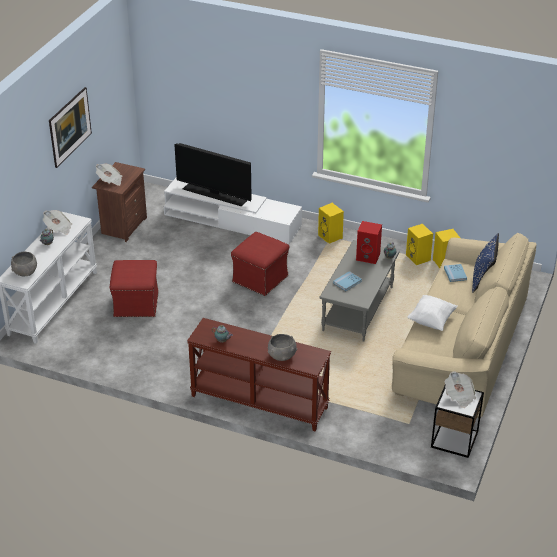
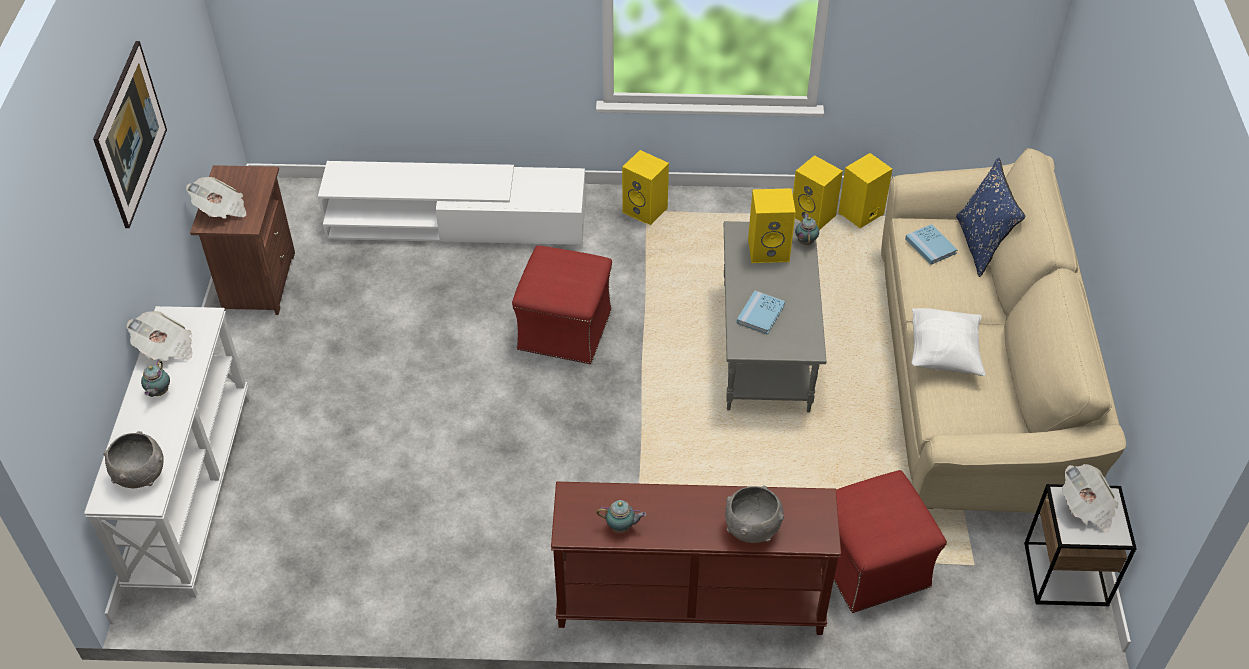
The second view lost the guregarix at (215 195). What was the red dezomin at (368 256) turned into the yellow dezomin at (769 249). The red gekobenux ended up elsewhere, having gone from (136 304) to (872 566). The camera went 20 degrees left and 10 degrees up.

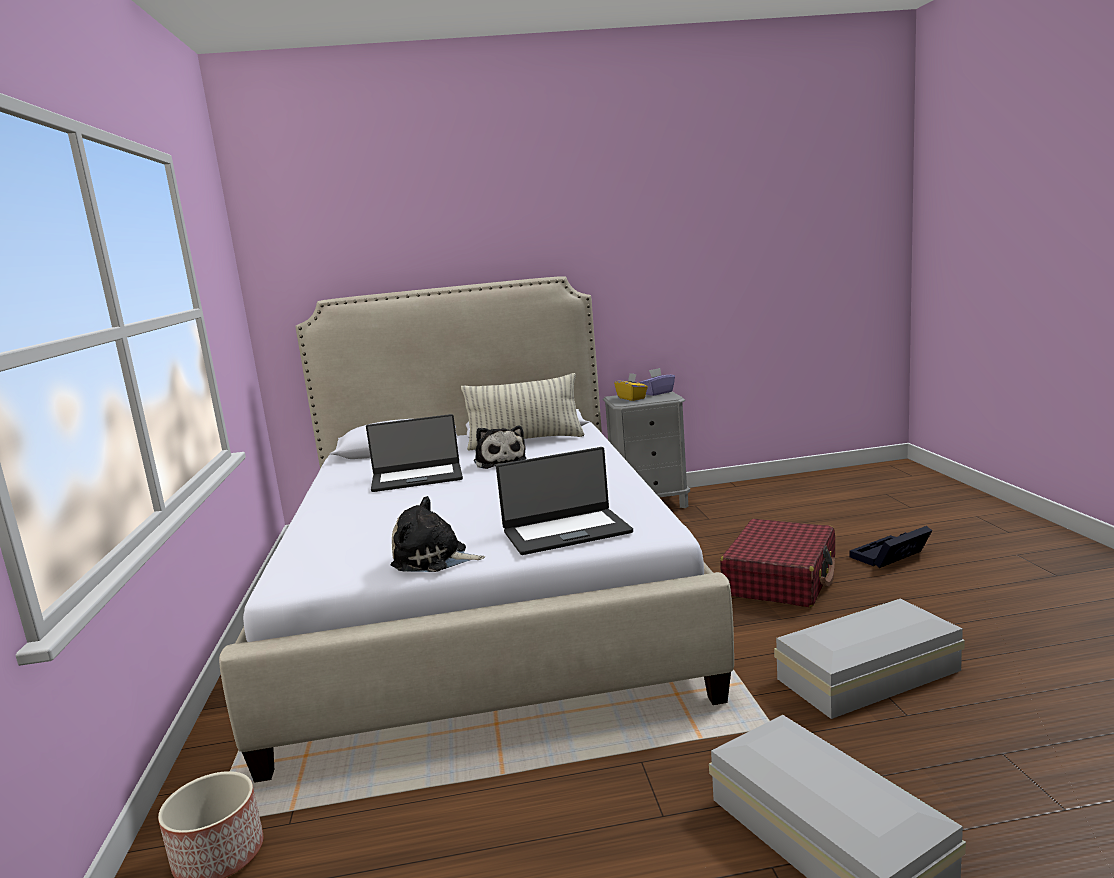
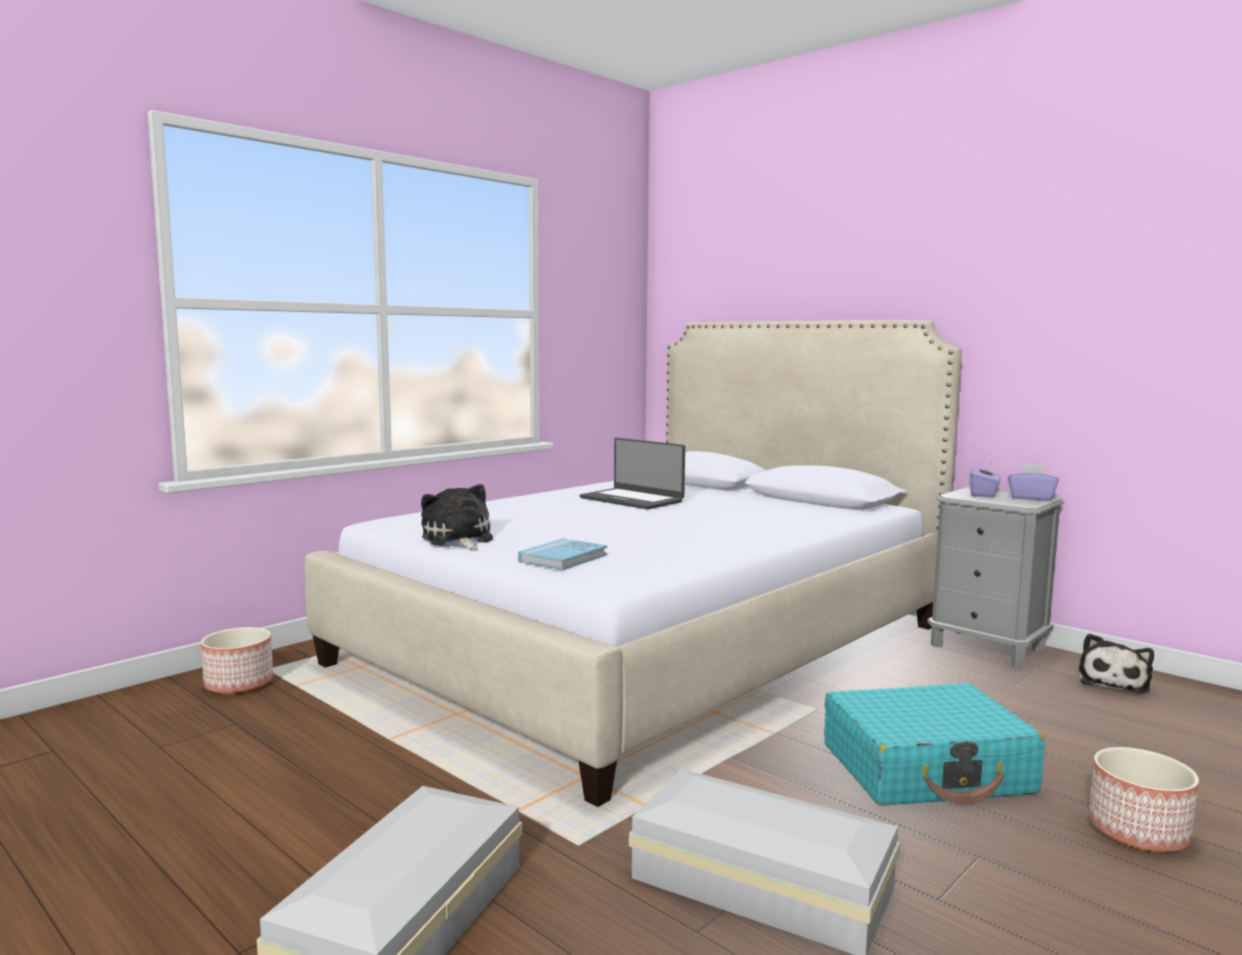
The second view lost the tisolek at (525 441). What was the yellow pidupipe at (632 398) turned into the purple pidupipe at (983 494). The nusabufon ended up elsewhere, having gone from (499 461) to (1113 682). Where the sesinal stood at (566 532), the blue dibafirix came to stand at (563 558). What was the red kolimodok at (780 579) turned into the turquoise kolimodok at (927 769). Where the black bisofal stood at (889 557), the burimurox came to stand at (1137 832). The camera went 50 degrees right and 5 degrees down.

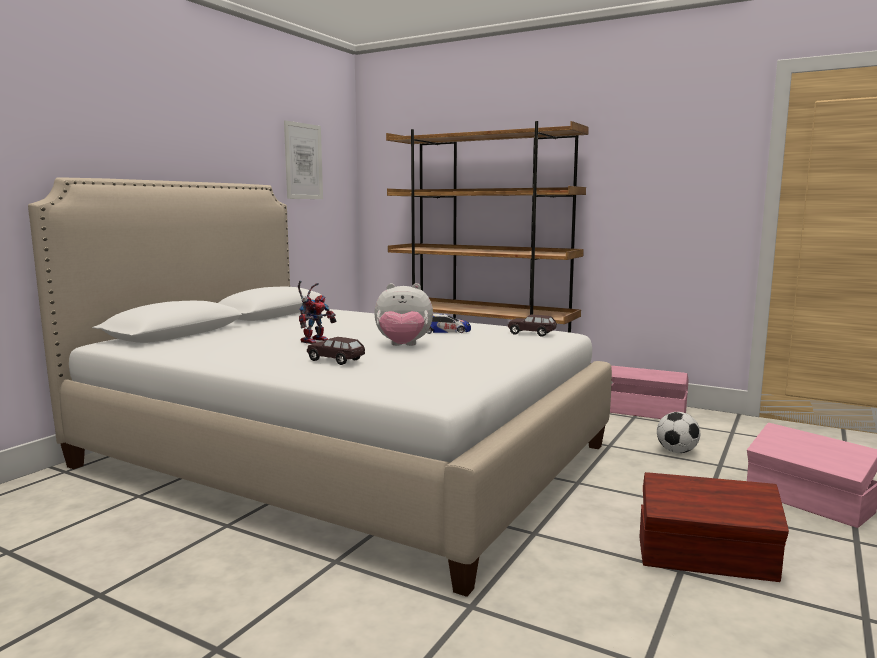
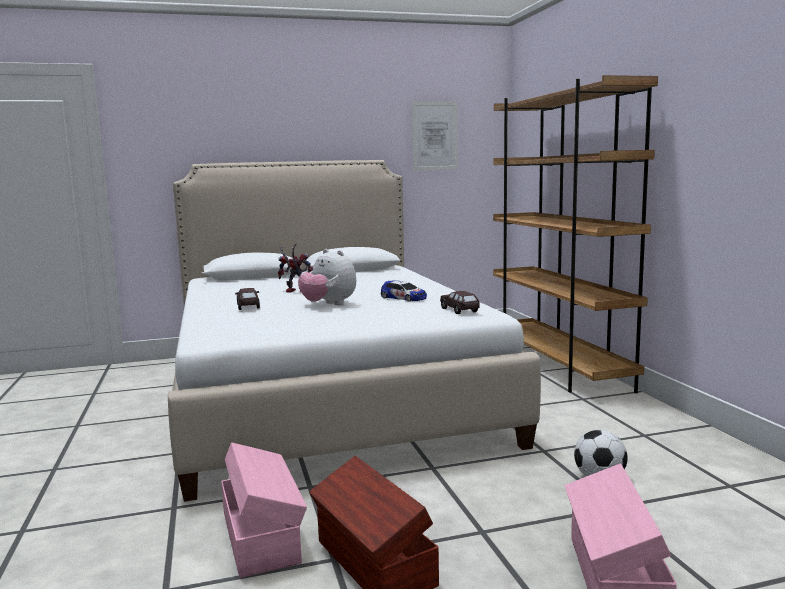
The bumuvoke at (314 340) ended up facing another way, 150 degrees counterclockwise from before. The pink bisofal ended up elsewhere, having gone from (645 411) to (262 535). The camera went 45 degrees right and 0 degrees up.

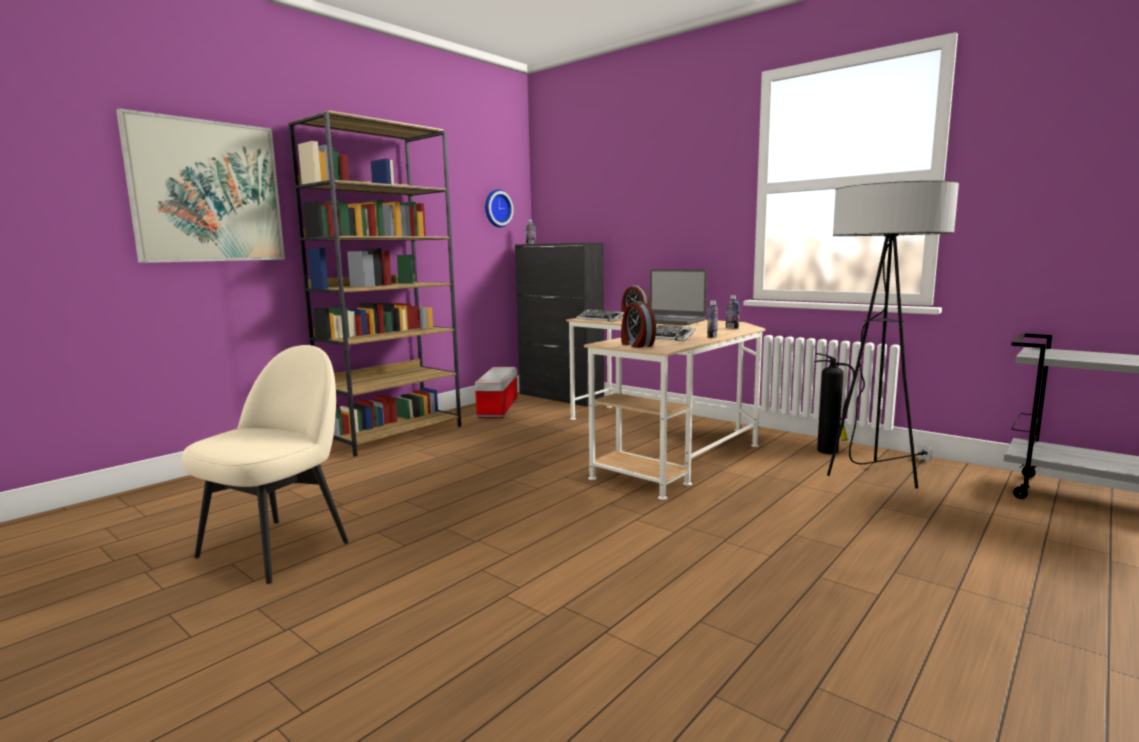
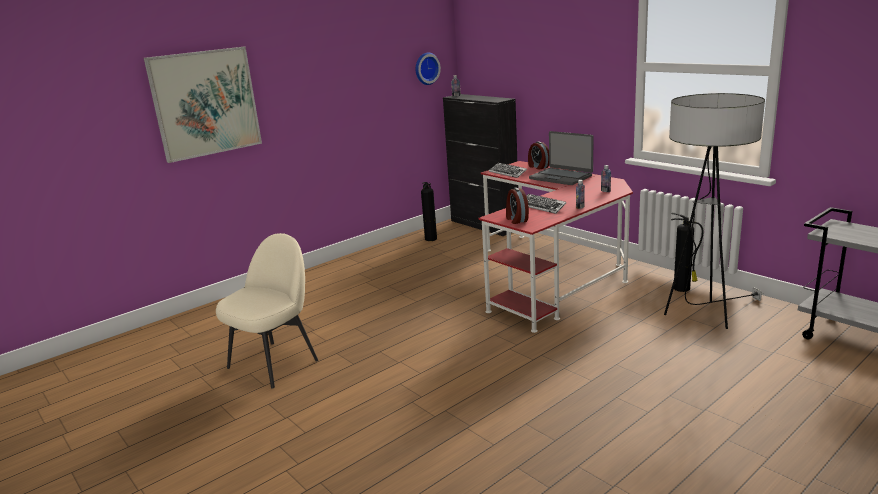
The second view lost the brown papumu at (393 434). What was the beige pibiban at (663 441) turned into the red pibiban at (553 275). Where the bisofal stood at (498 409), the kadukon came to stand at (431 239). The camera went 10 degrees right and 10 degrees up.

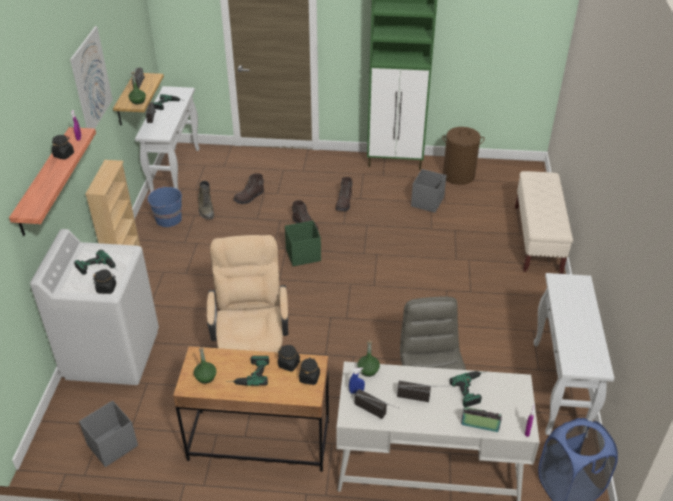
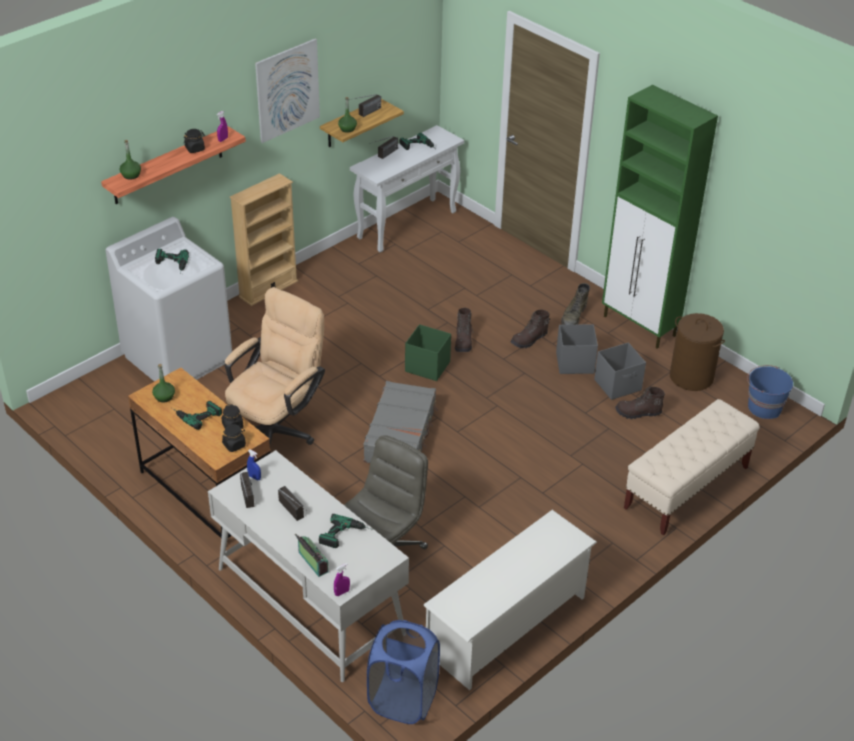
The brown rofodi ended up elsewhere, having gone from (249 197) to (638 413). The green rofodi ended up elsewhere, having gone from (206 209) to (573 316). The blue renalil ended up elsewhere, having gone from (168 219) to (763 407). The second view lost the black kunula at (106 288). Where the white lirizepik stood at (559 389), the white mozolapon came to stand at (507 626). The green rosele ended up elsewhere, having gone from (368 370) to (131 175). The grey bisofal ended up elsewhere, having gone from (112 445) to (574 363). The second view gained the grey kolimodok at (401 434). The camera went 40 degrees right and 0 degrees up.

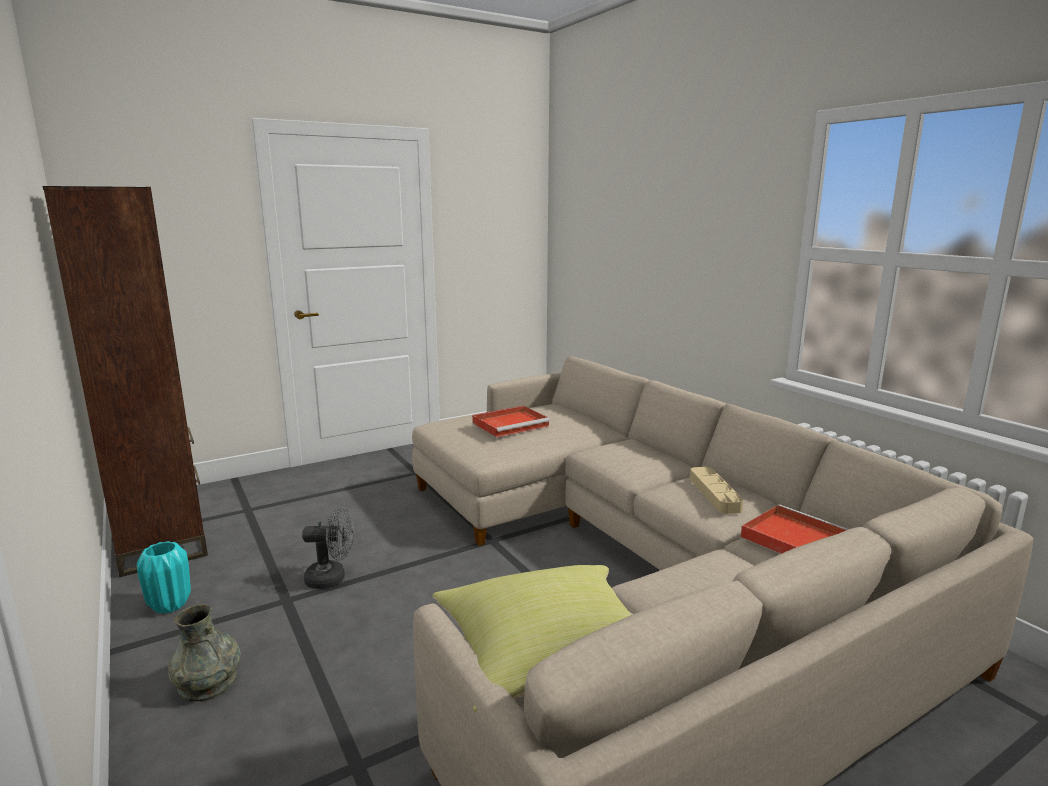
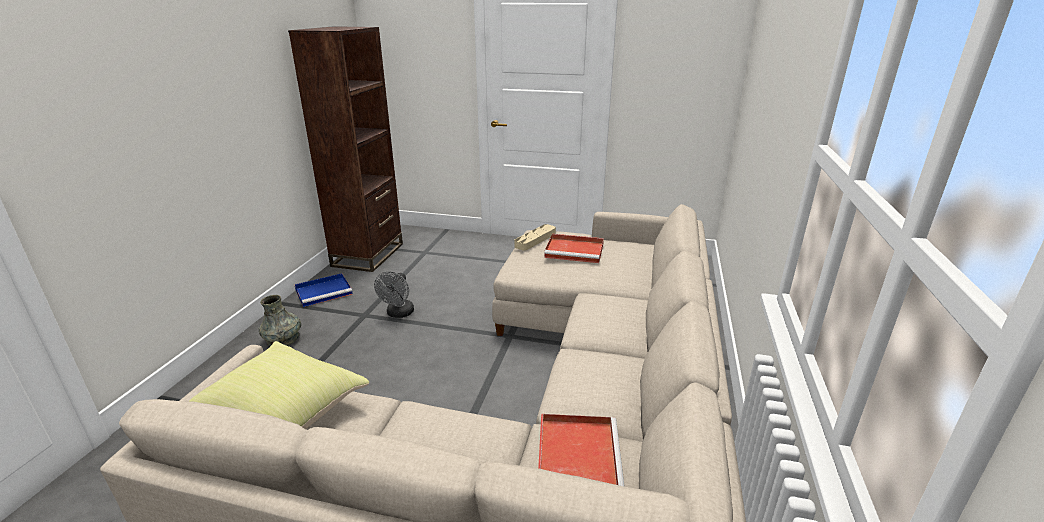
The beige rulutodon ended up elsewhere, having gone from (714 494) to (535 240). The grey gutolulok at (332 578) ended up facing another way, 60 degrees clockwise from before. Where the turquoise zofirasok stood at (170 605), the blue rulutodon came to stand at (325 291). The camera went 45 degrees right and 10 degrees up.

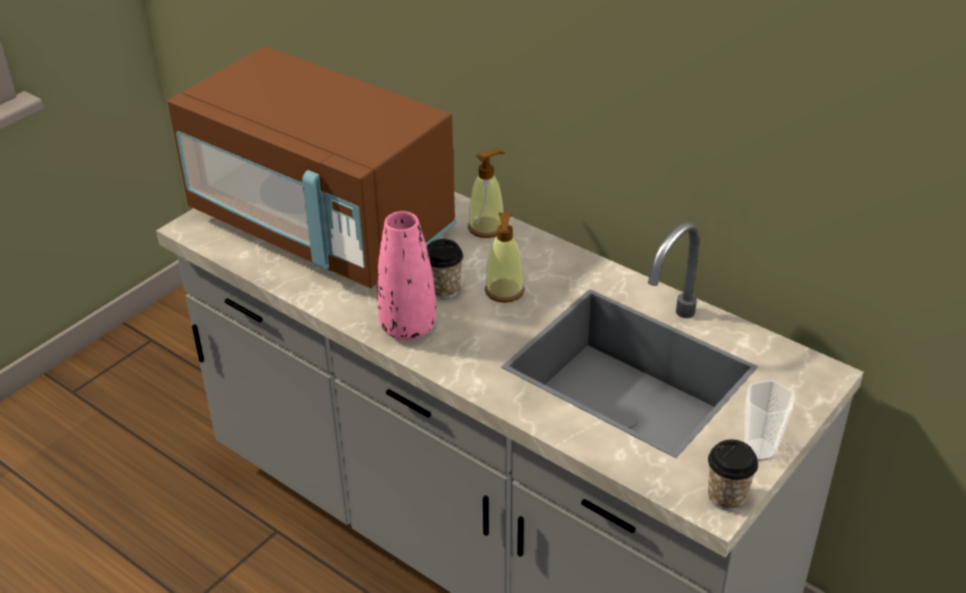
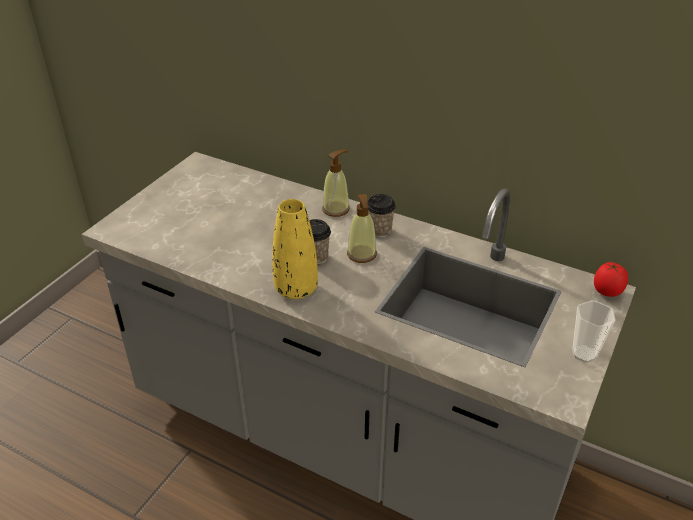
The second view lost the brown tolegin at (322 226). What was the pink zofirasok at (408 328) turned into the yellow zofirasok at (296 289). The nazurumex ended up elsewhere, having gone from (726 496) to (380 231). The second view gained the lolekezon at (607 292). The camera went 10 degrees left and 0 degrees up.

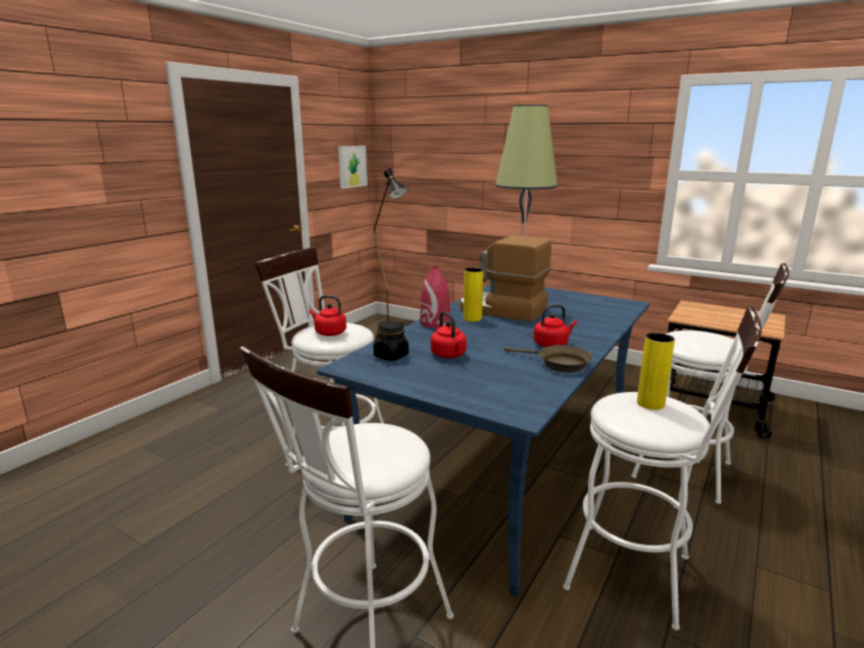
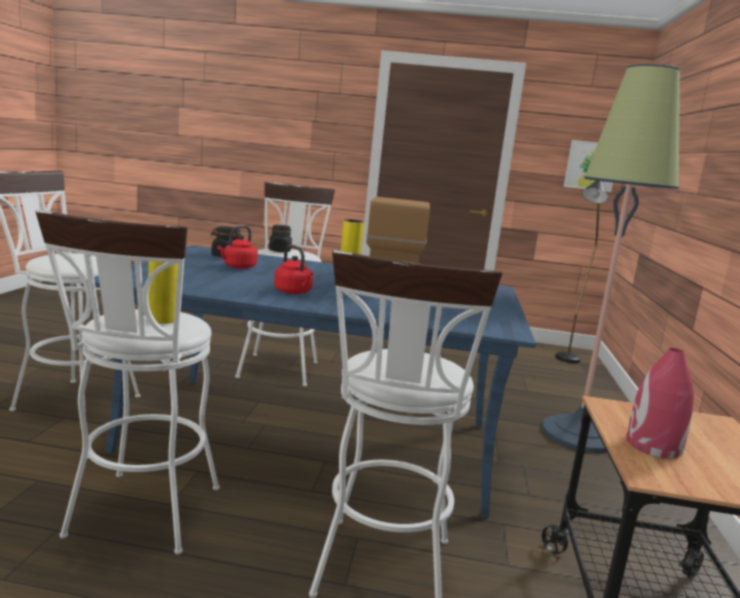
The red zofirasok ended up elsewhere, having gone from (435 323) to (653 446). Where the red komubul stood at (329 333), the black kunula came to stand at (280 251). The second view lost the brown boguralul at (559 364). The camera went 65 degrees right and 5 degrees down.

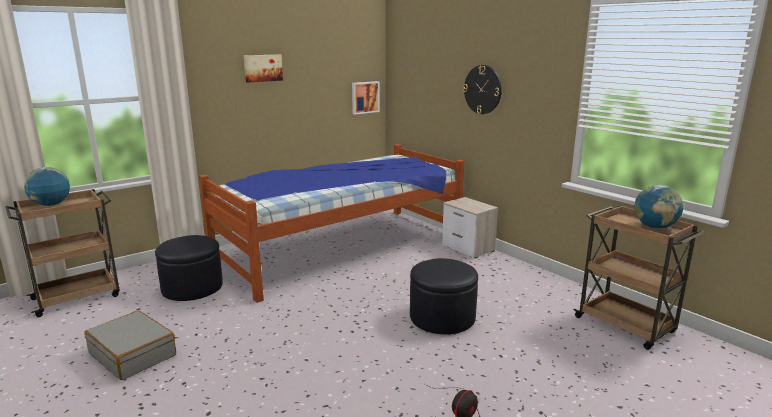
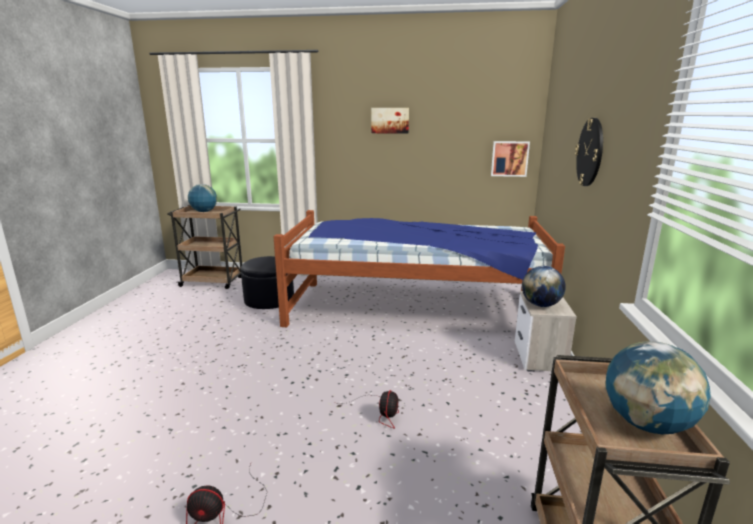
Where the black gekobenux stood at (442 317), the gutolulok came to stand at (380 412). The second view lost the grey kolimodok at (133 354). The second view gained the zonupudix at (540 305). The camera went 45 degrees right and 0 degrees up.

